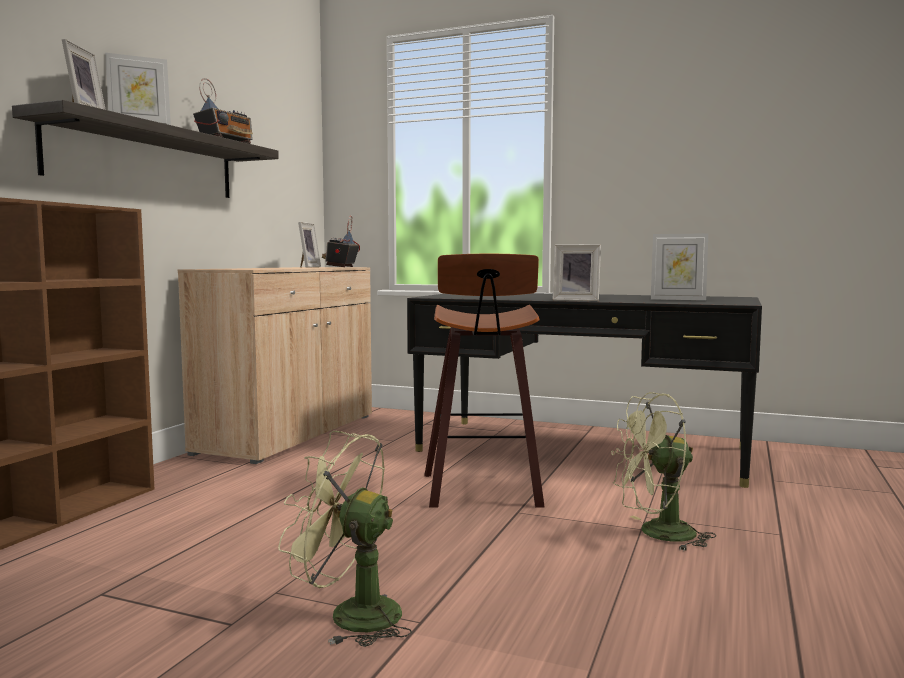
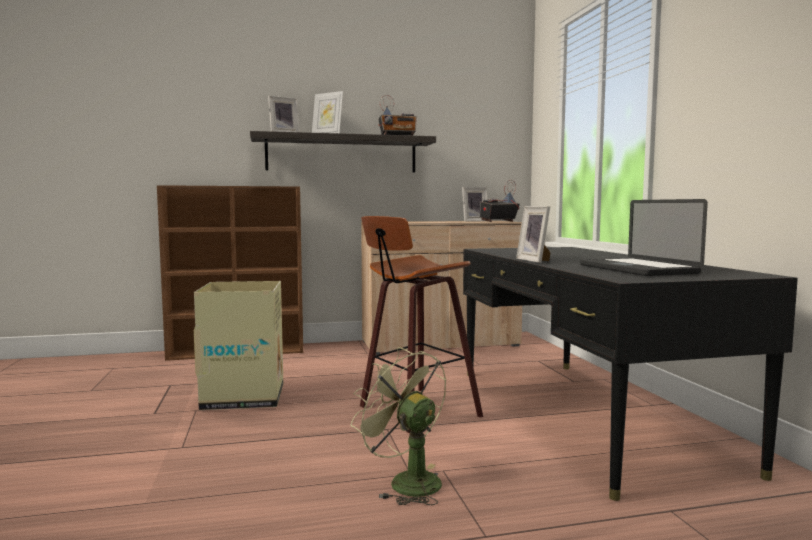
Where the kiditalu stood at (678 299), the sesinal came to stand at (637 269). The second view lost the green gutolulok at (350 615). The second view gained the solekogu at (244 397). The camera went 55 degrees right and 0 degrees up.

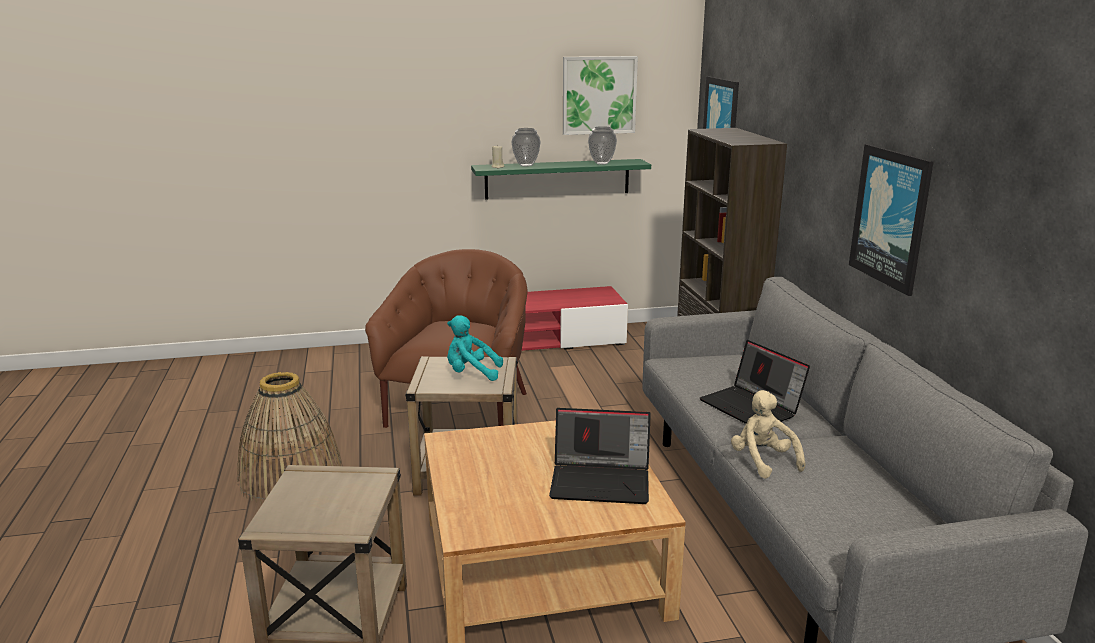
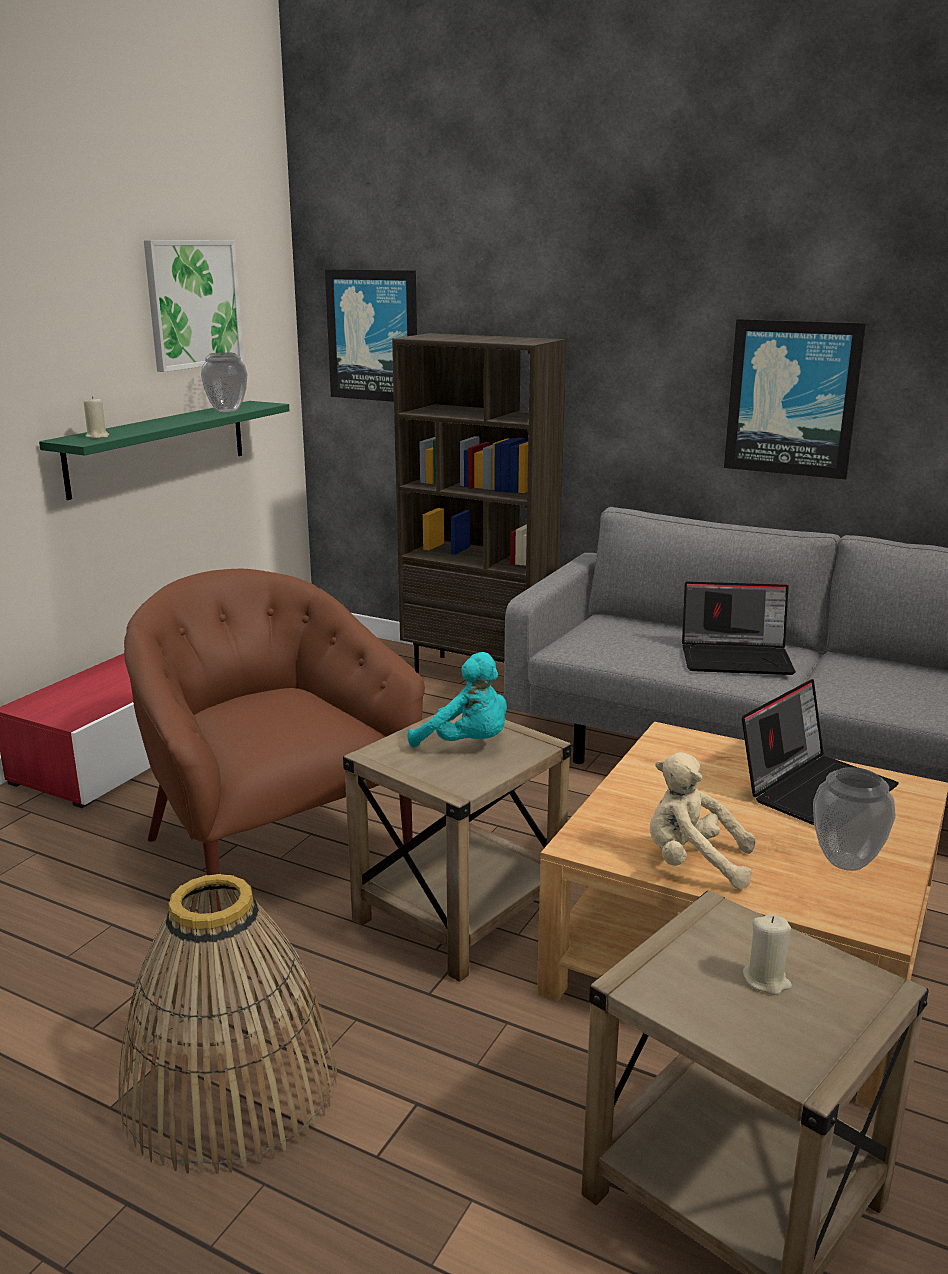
The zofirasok ended up elsewhere, having gone from (526 165) to (847 862). The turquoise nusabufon at (471 373) ended up facing another way, 105 degrees counterclockwise from before. The beige nusabufon ended up elsewhere, having gone from (763 461) to (693 863). The second view gained the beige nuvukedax at (766 980). The camera went 50 degrees left and 0 degrees up.

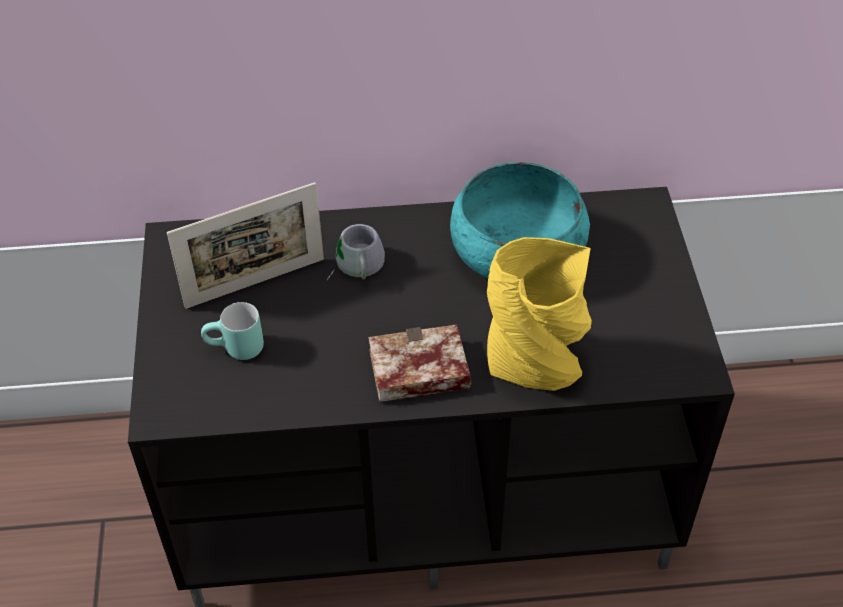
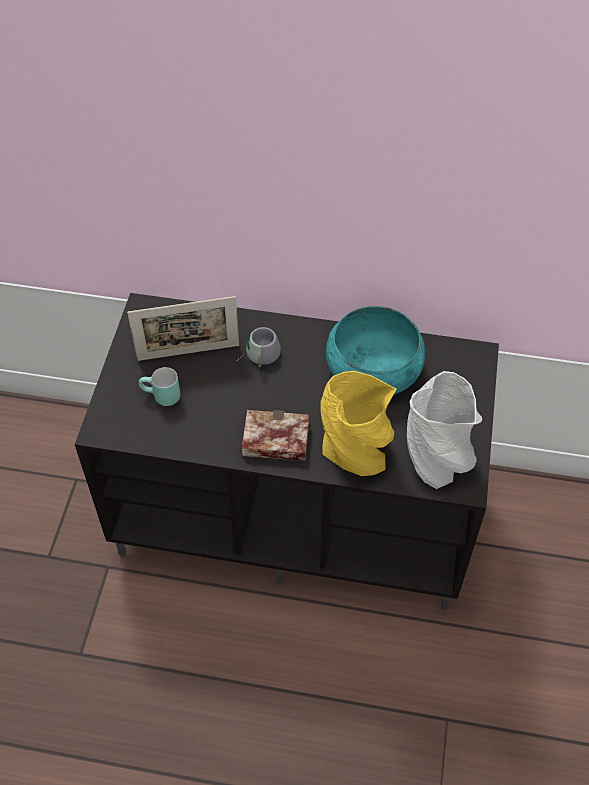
The second view gained the grey zofirasok at (436 460). The camera went 15 degrees right and 5 degrees up.

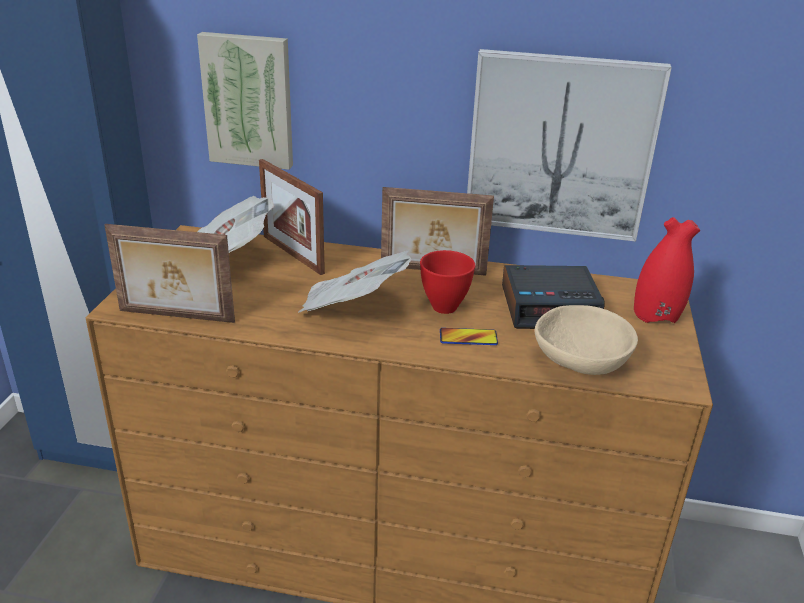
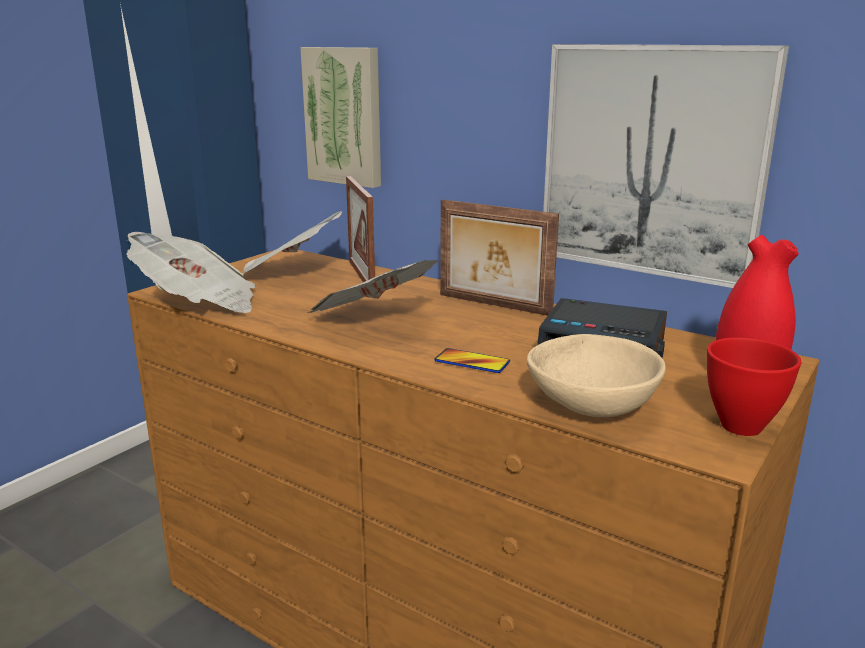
Where the kiditalu stood at (176 317), the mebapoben came to stand at (199 303). The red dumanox ended up elsewhere, having gone from (446 307) to (743 427). The camera went 25 degrees right and 10 degrees down.

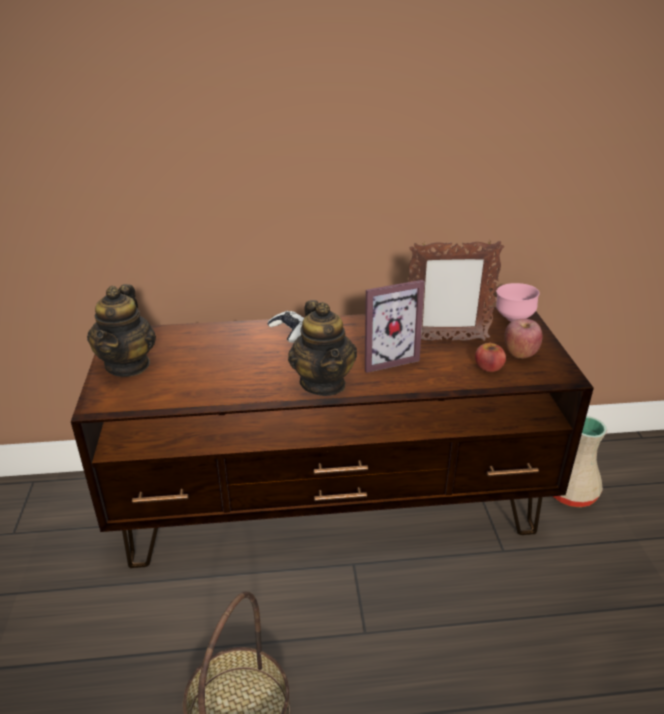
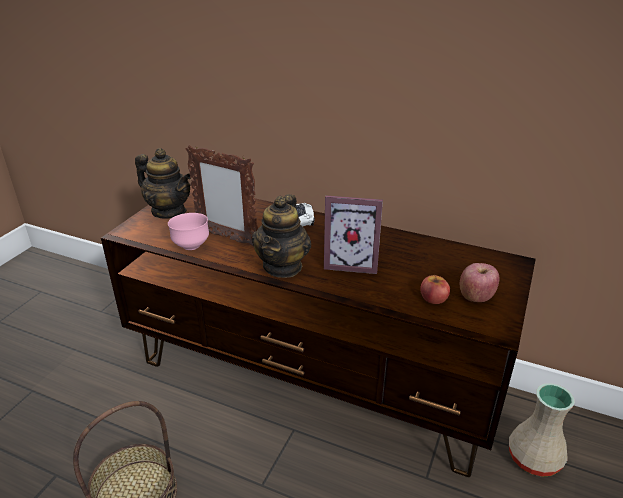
The kiditalu ended up elsewhere, having gone from (446 340) to (226 237). The pink dumanox ended up elsewhere, having gone from (513 319) to (191 246). The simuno at (128 365) ended up facing another way, 90 degrees counterclockwise from before. The camera went 30 degrees right and 0 degrees up.

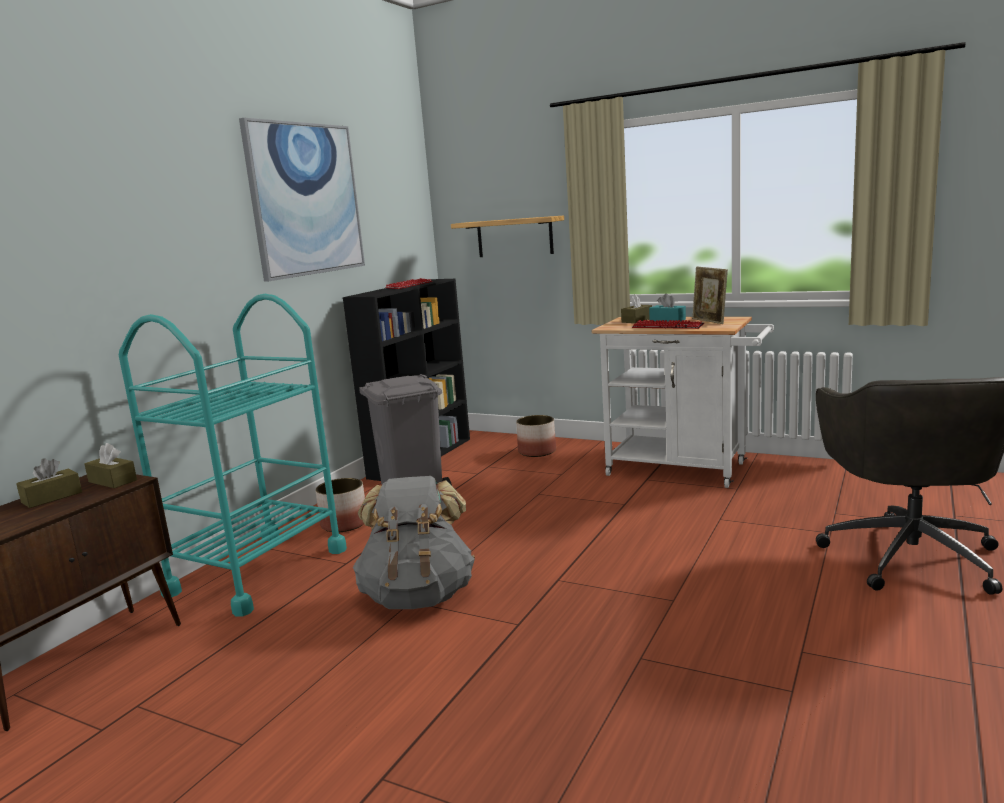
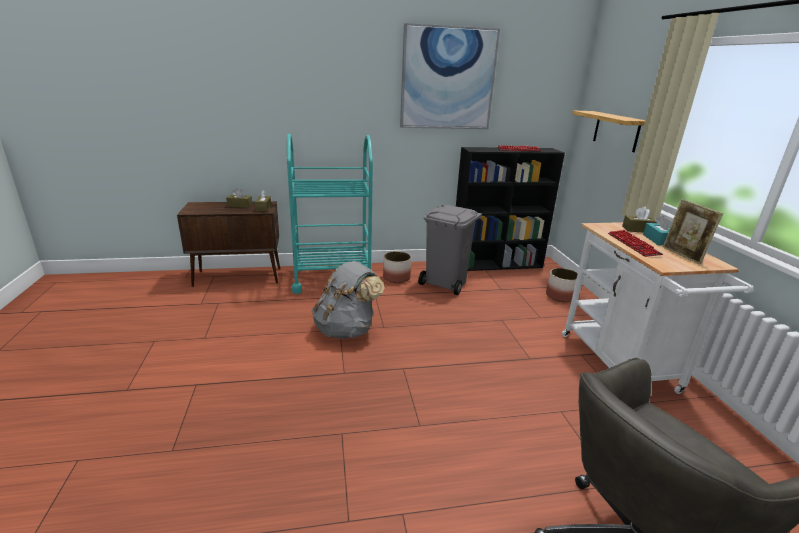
The kiditalu at (709 321) ended up facing another way, 45 degrees counterclockwise from before. The camera went 50 degrees right and 10 degrees up.

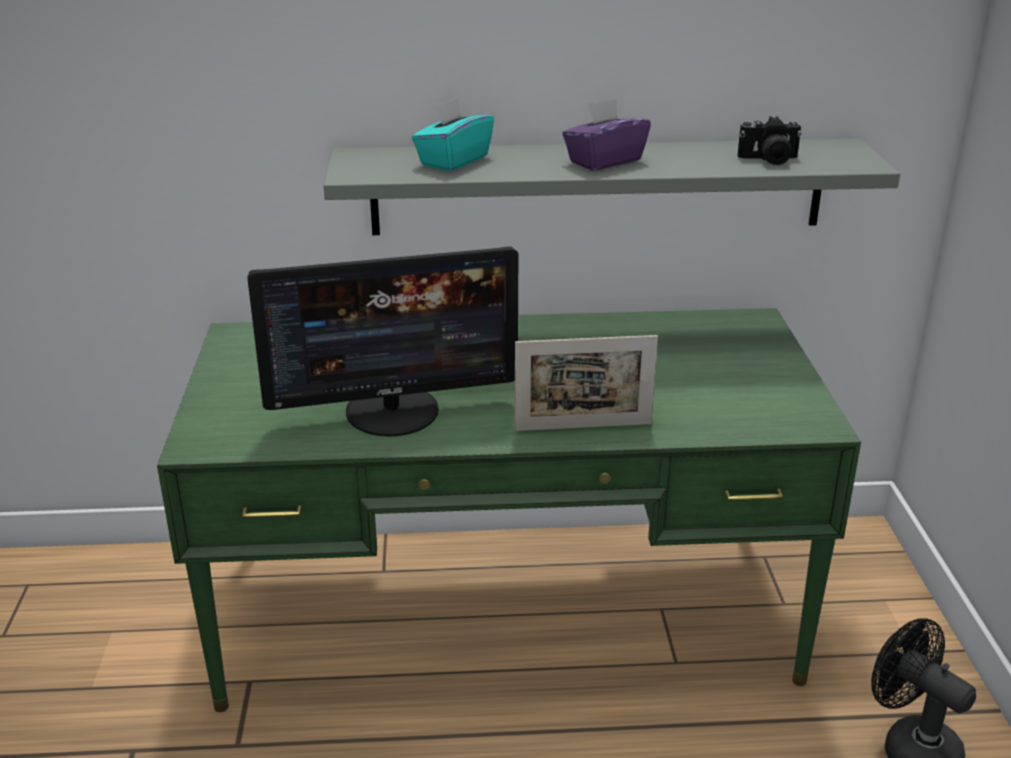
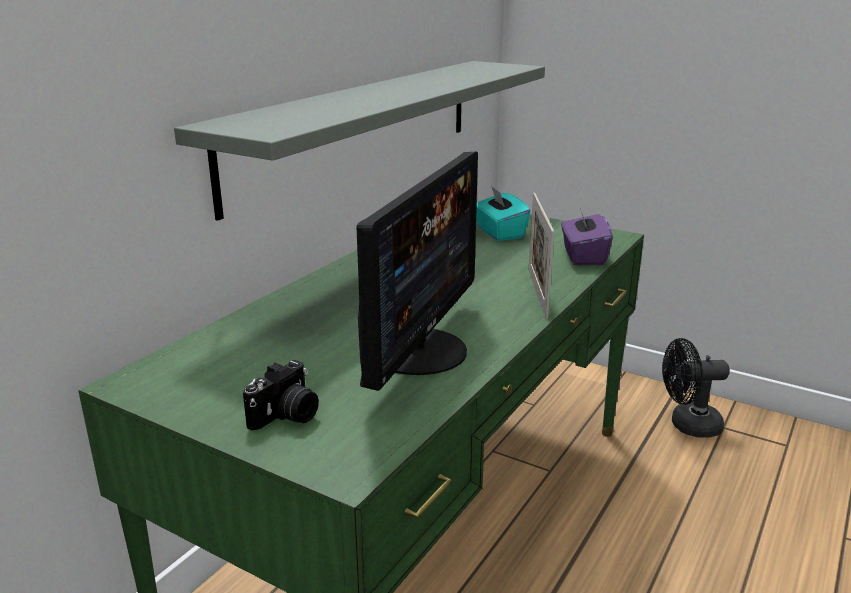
The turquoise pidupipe ended up elsewhere, having gone from (453 161) to (499 233). The purple pidupipe ended up elsewhere, having gone from (604 161) to (583 256). The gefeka ended up elsewhere, having gone from (769 160) to (286 416). The kiditalu at (583 427) ended up facing another way, 150 degrees clockwise from before. The camera went 55 degrees left and 5 degrees down.

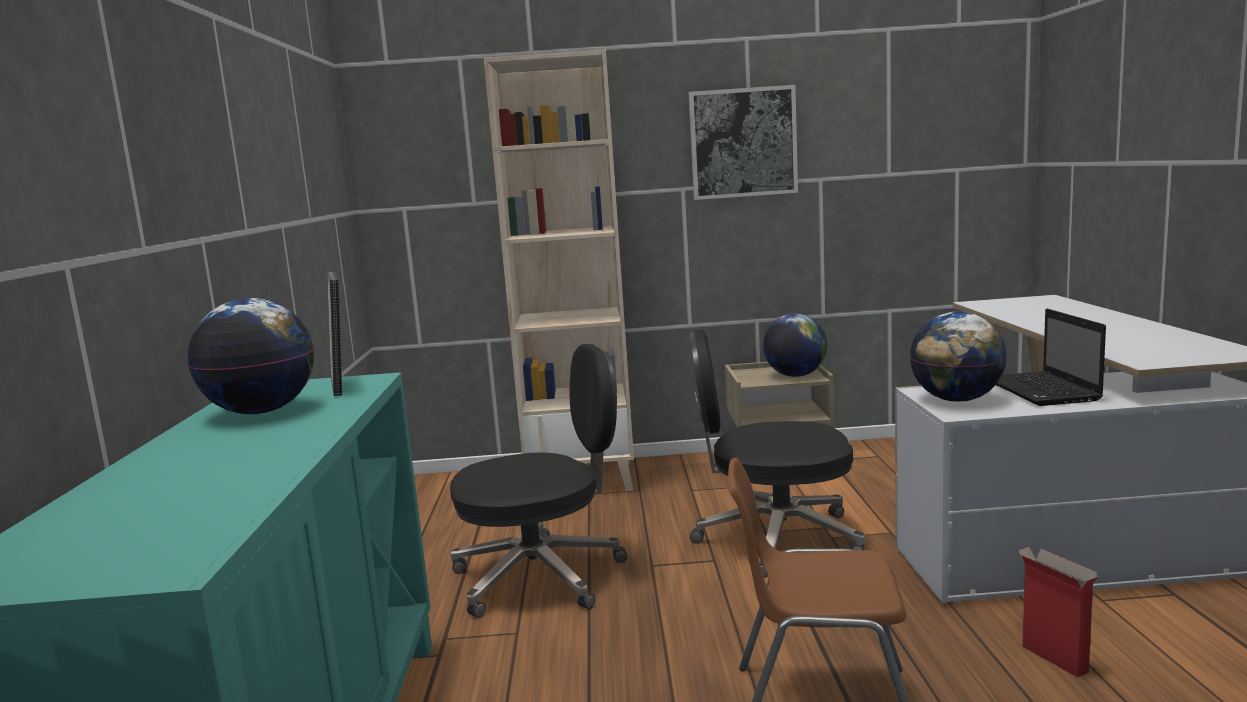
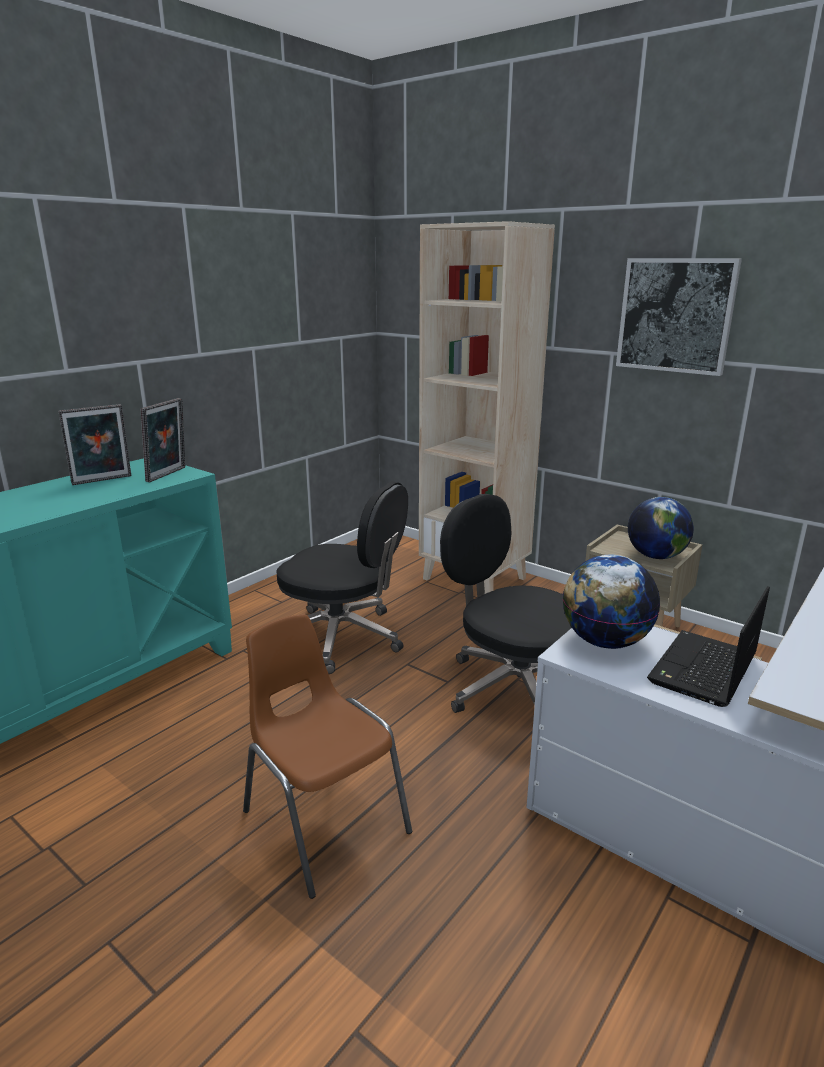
Where the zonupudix stood at (262 411), the kiditalu came to stand at (102 481). The second view lost the solekogu at (1053 658). The camera went 40 degrees right and 10 degrees up.

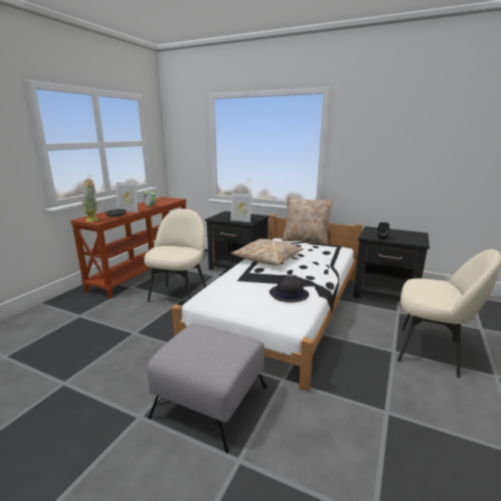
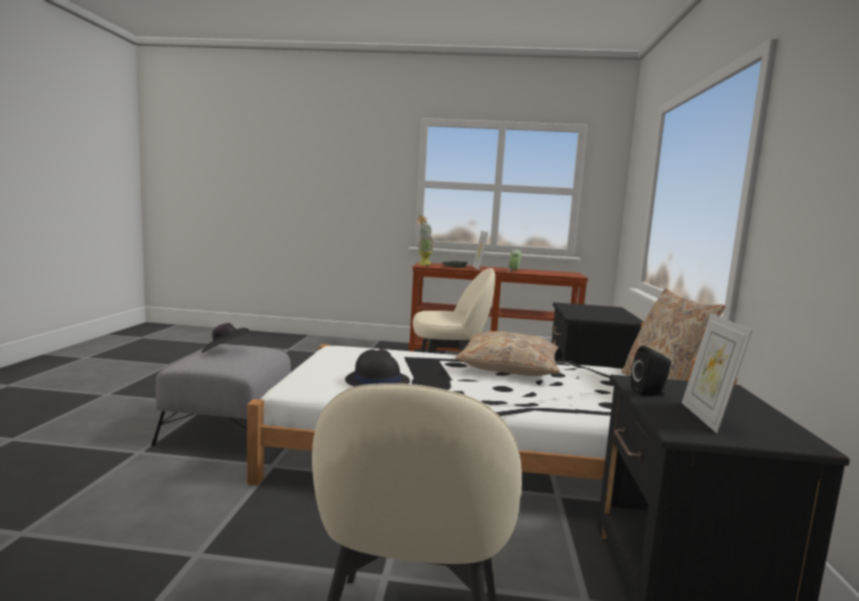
The kiditalu ended up elsewhere, having gone from (241 220) to (706 417). The second view gained the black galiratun at (224 351). The camera went 70 degrees right and 10 degrees down.

